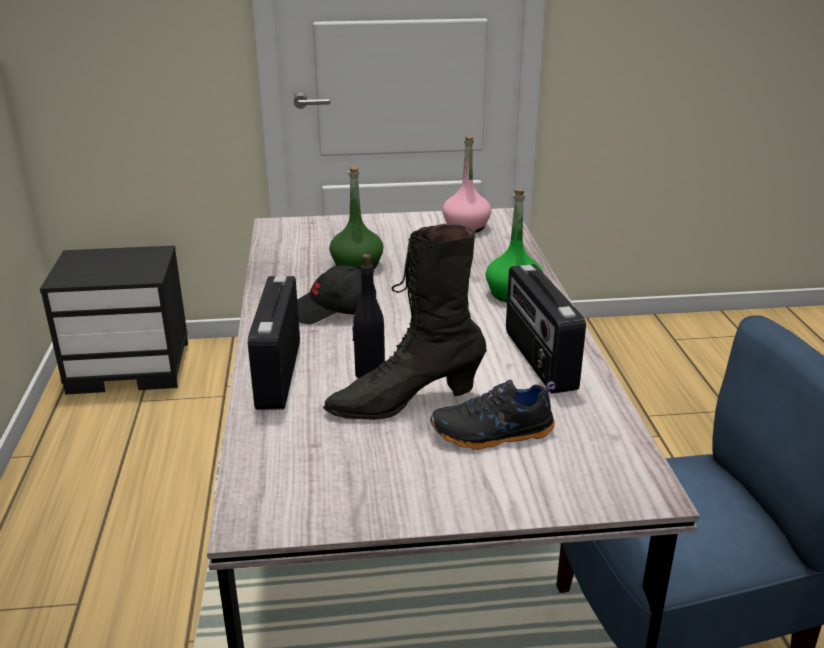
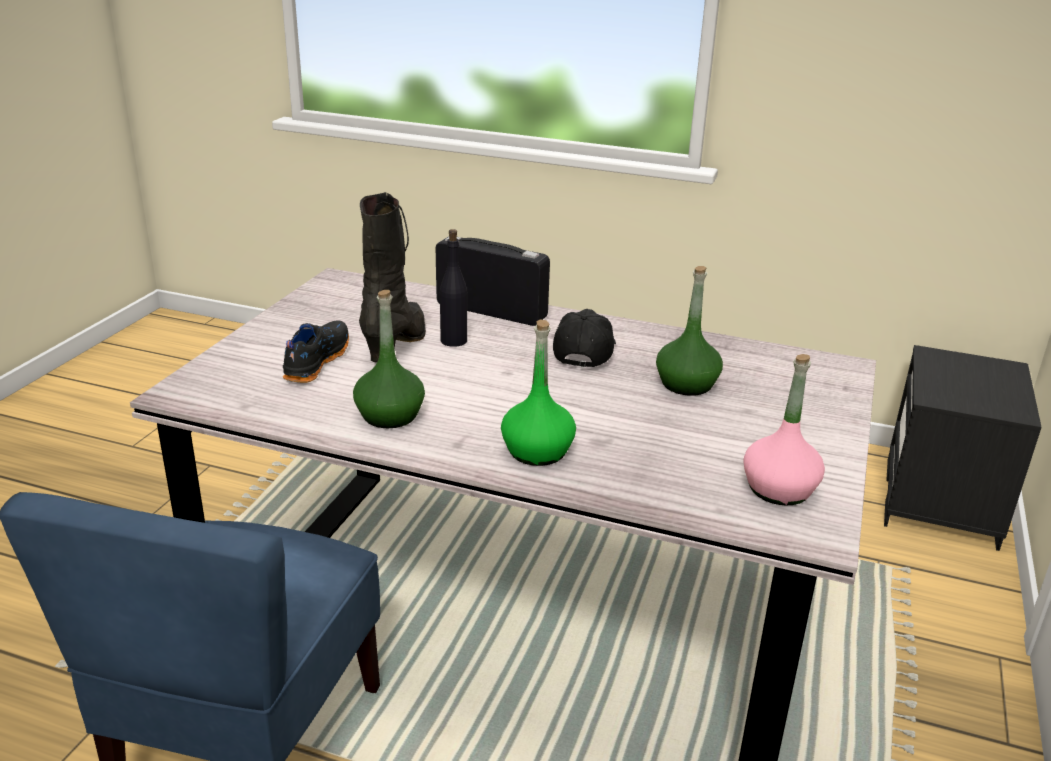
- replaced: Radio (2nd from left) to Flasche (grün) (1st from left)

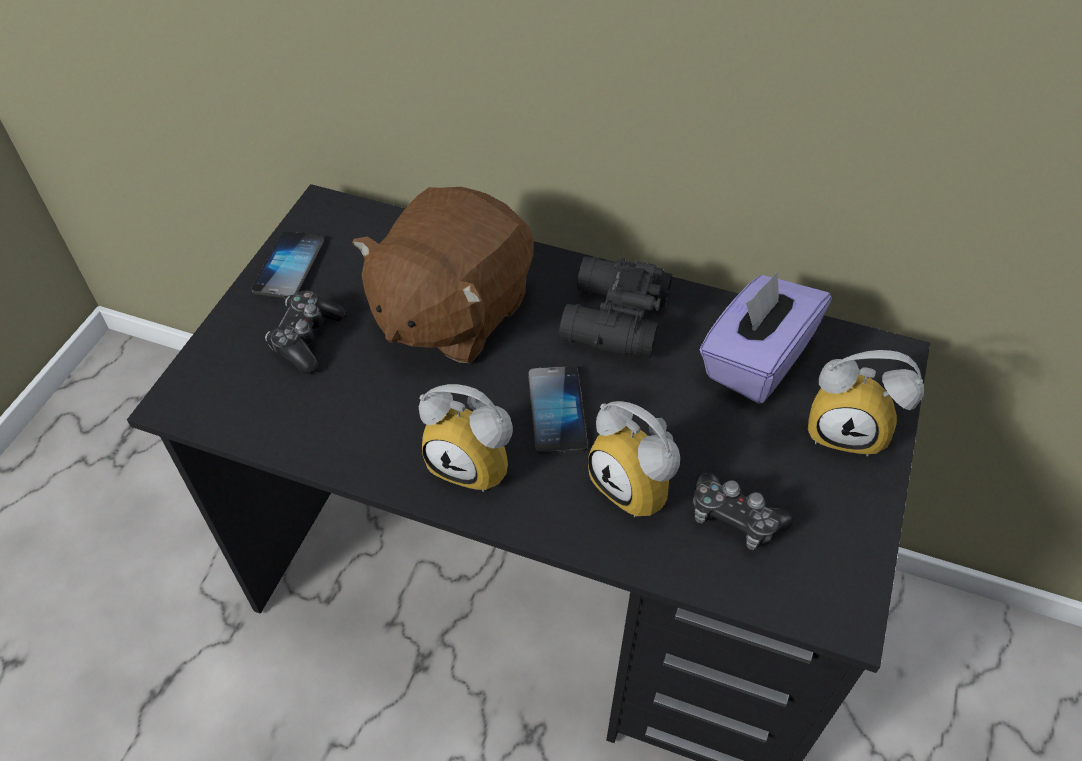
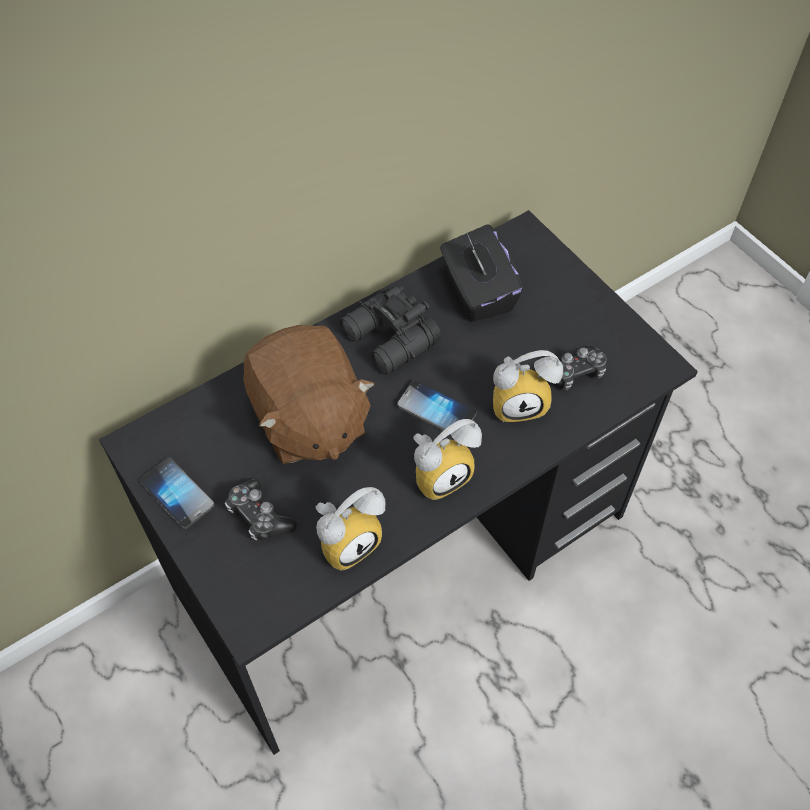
- moved: Wecker (3rd from left in the first image) to Wecker (1st from left)
- recoloured: Taschentuchbox (lila) to Taschentuchbox (schwarz)

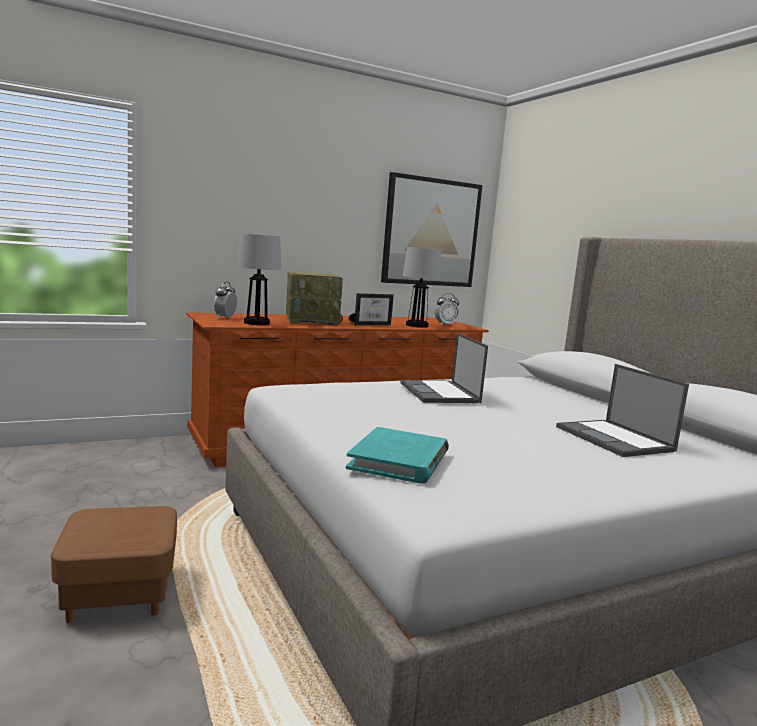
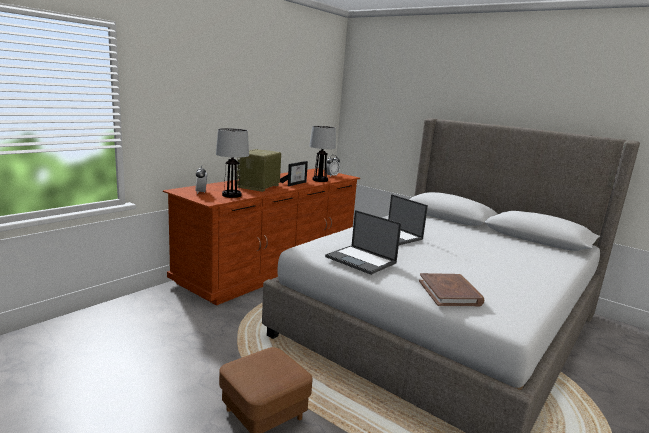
- removed: Bild
- moved: Laptop (2nd from left in the first image) to Laptop (1st from left)
- recoloured: Buch (türkis) to Buch (braun)
- turned: Radio 150 degrees clockwise

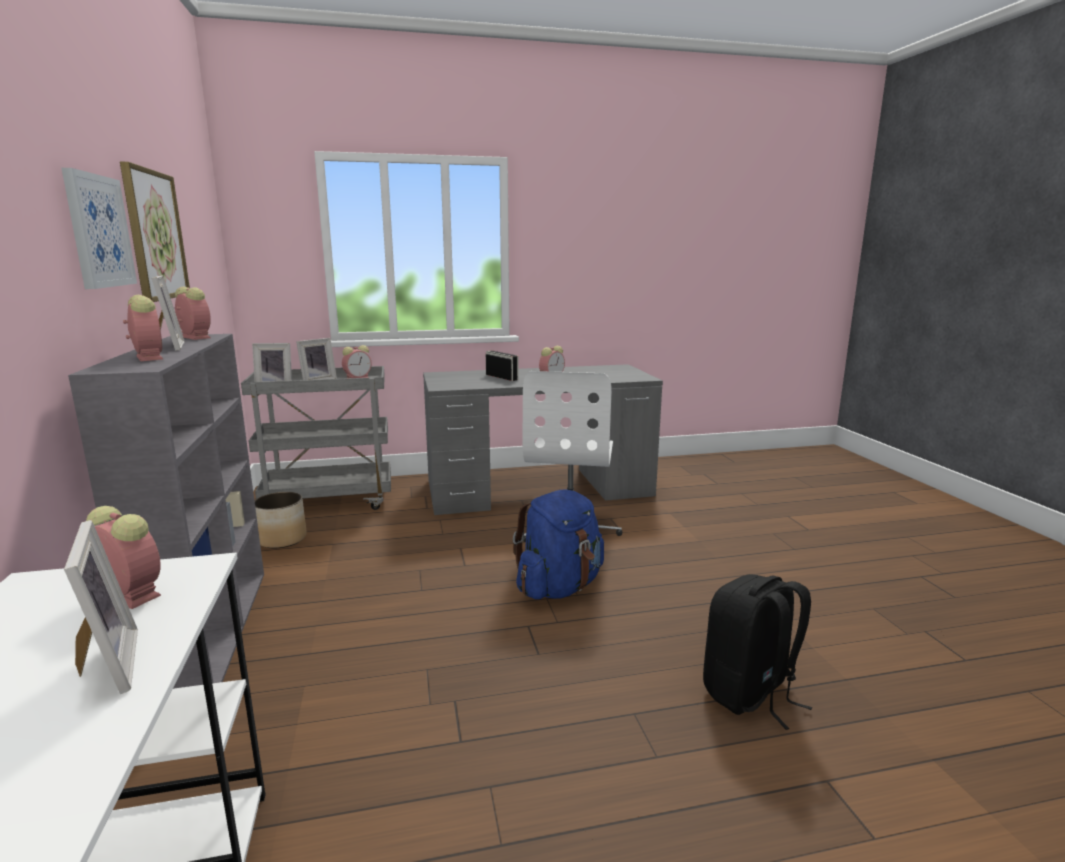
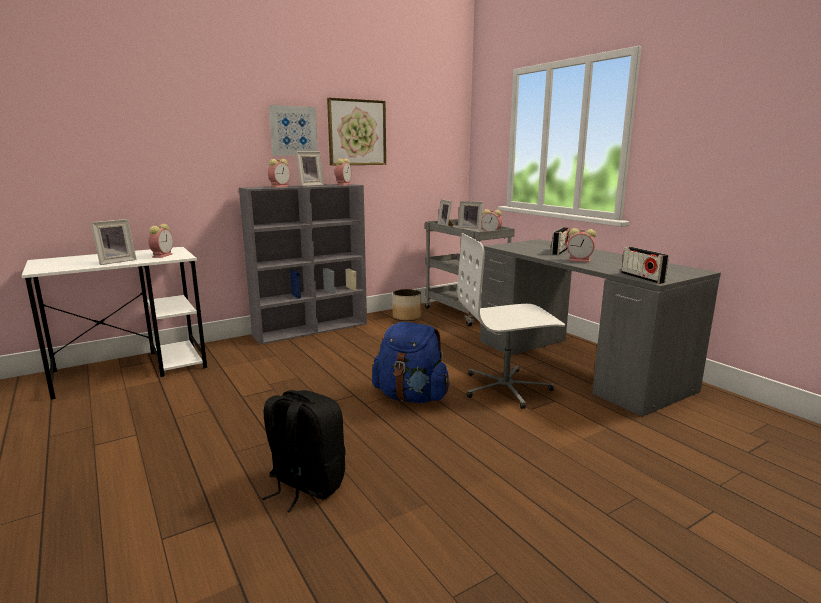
- added: Radio (2nd from left)

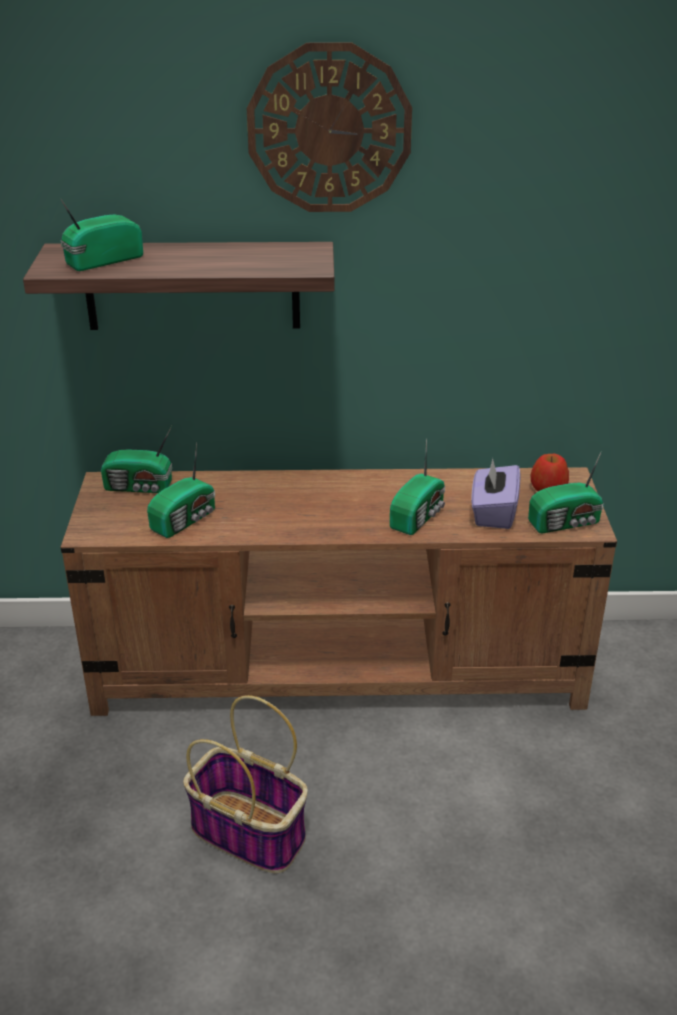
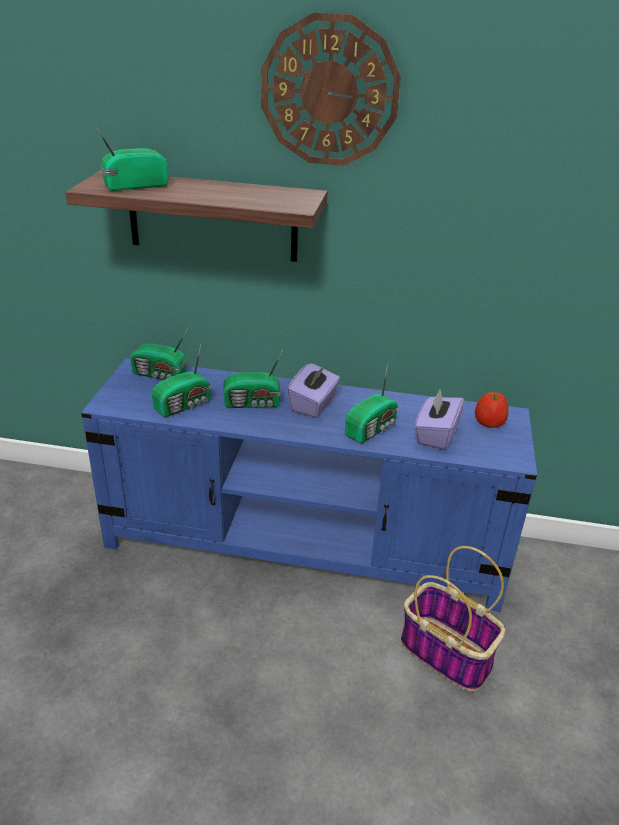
- added: Taschentuchbox (lila) (1st from left)
- moved: Korb
- moved: Radio (5th from left in the first image) to Radio (4th from left)
- recoloured: Fernsehschrank (braun) to Fernsehschrank (blau)

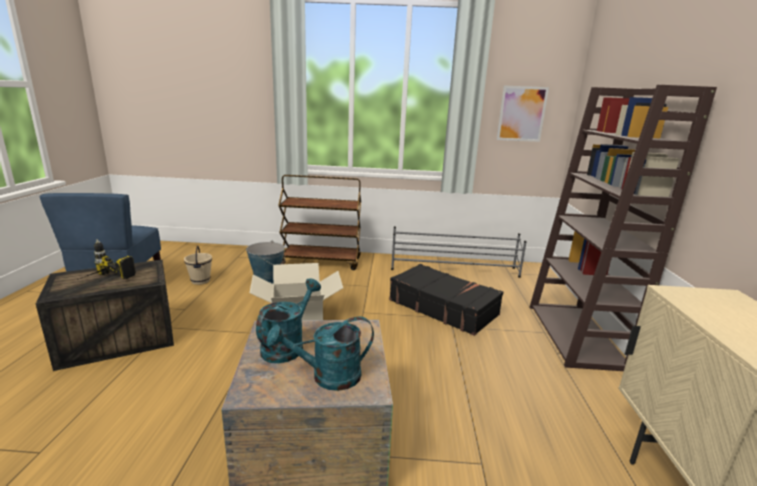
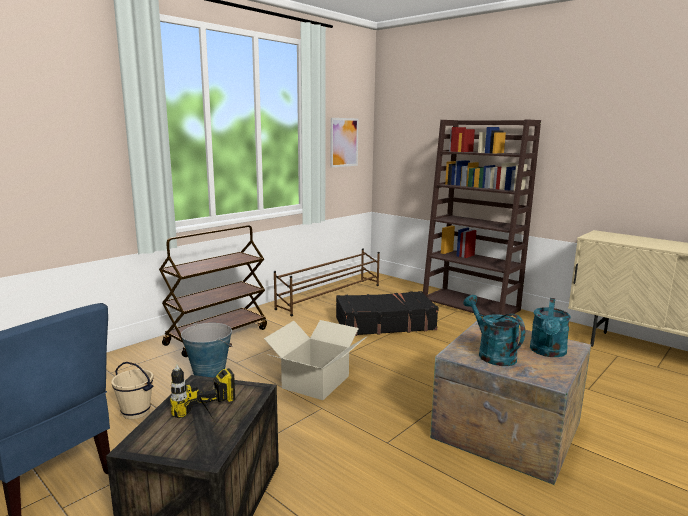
- recoloured: Schuhregal (grau) to Schuhregal (braun)

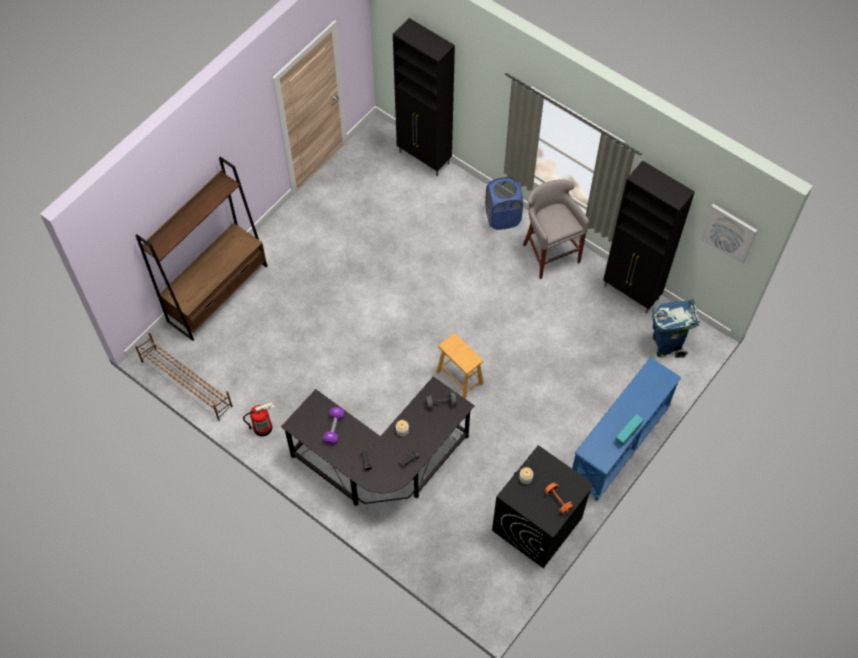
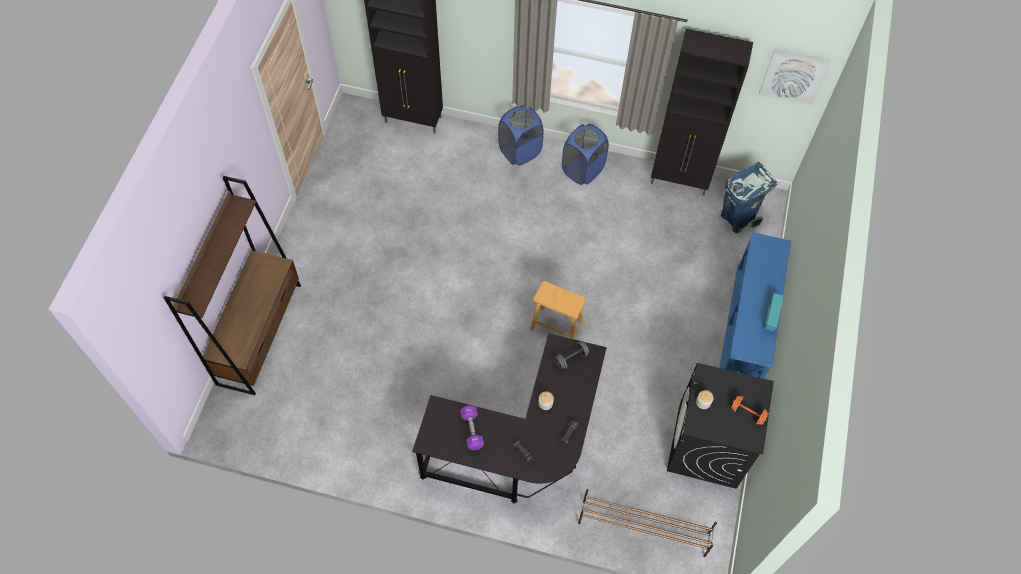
- removed: Feuerlöscher
- moved: Schuhregal (braun)
- replaced: Hocker (grau) to Wäschekorb (blau) (2nd from left)

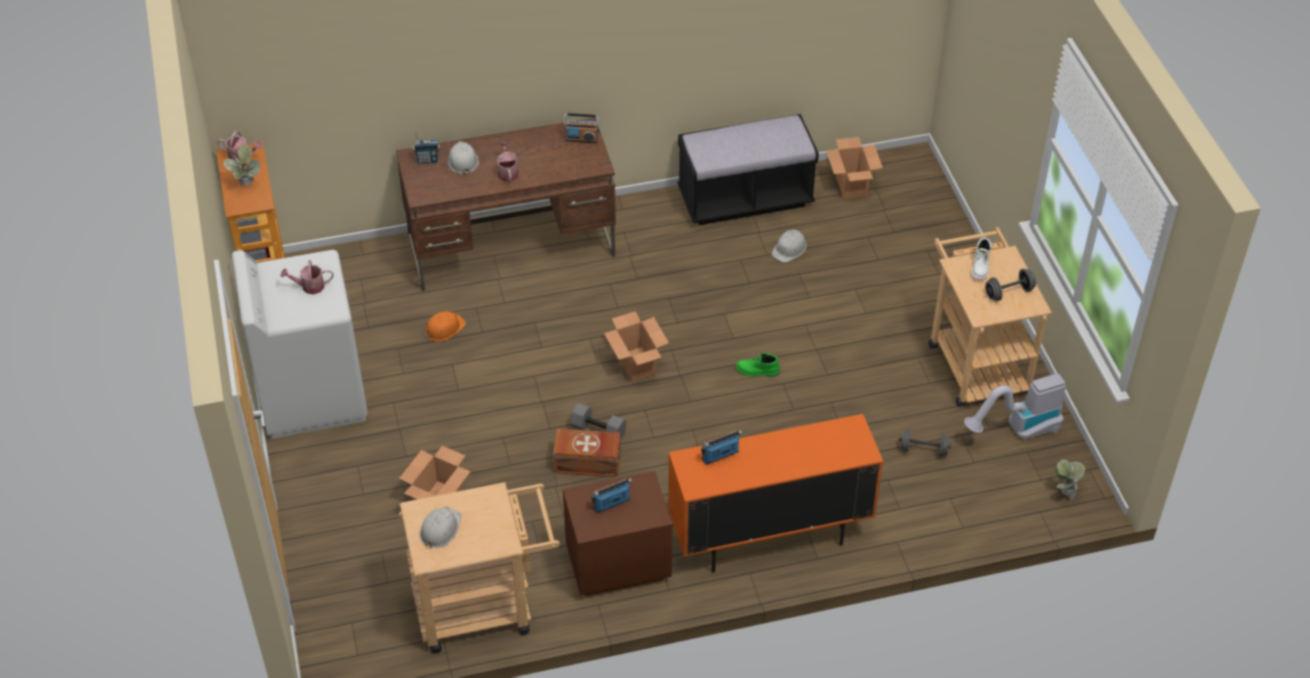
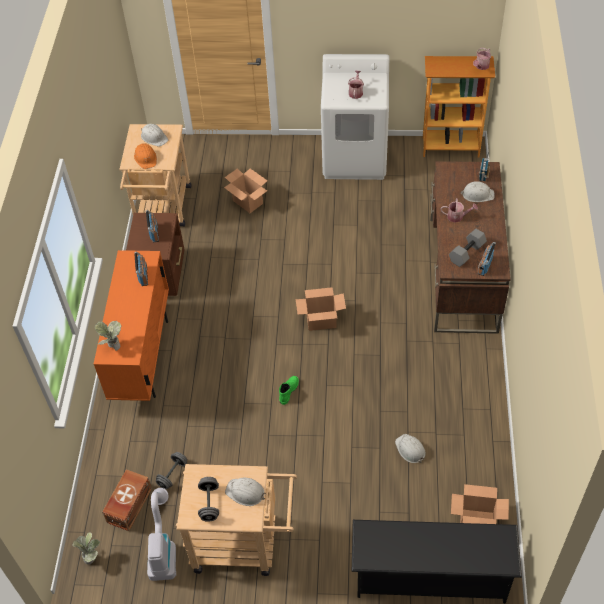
- removed: Bank (schwarz)
- added: Schuhregal (schwarz)
- moved: Topfpflanze (1st from left in the first image) to Topfpflanze (2nd from left)
- moved: Schutzhelm (orange)
- moved: Aufbewahrungsbox (braun)
- moved: Hantel (grau) (1st from left in the first image) to Hantel (grau) (3rd from left)
- replaced: Stiefel (weiß) to Schutzhelm (weiß) (2nd from left)

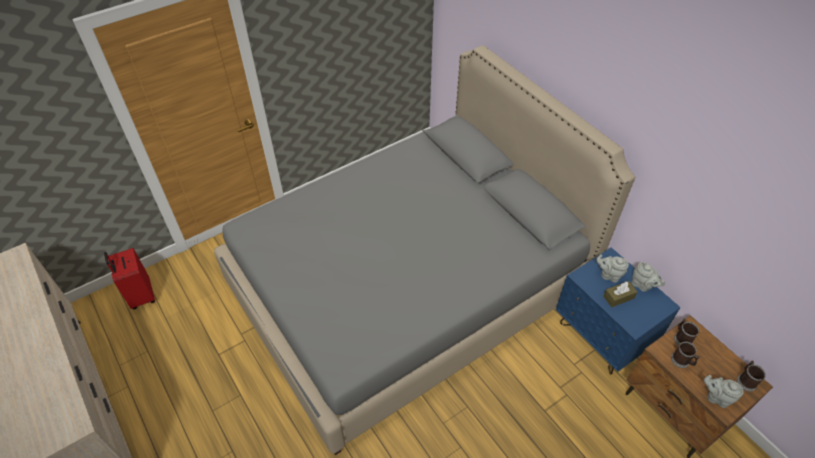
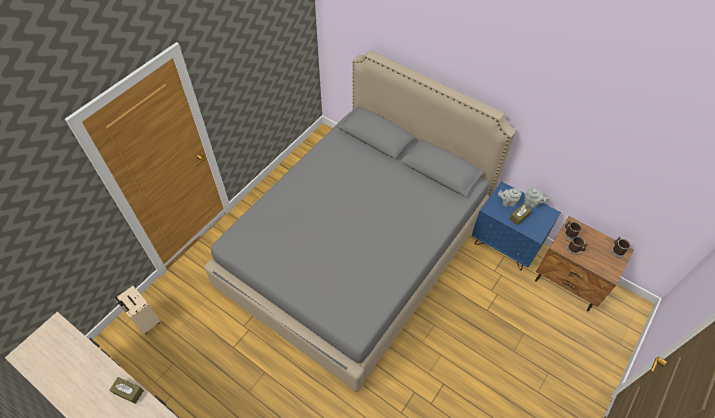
- removed: Teekanne (grau) (3rd from left)
- added: Taschentuchbox (braun) (1st from left)
- recoloured: Koffer (rot) to Koffer (beige)

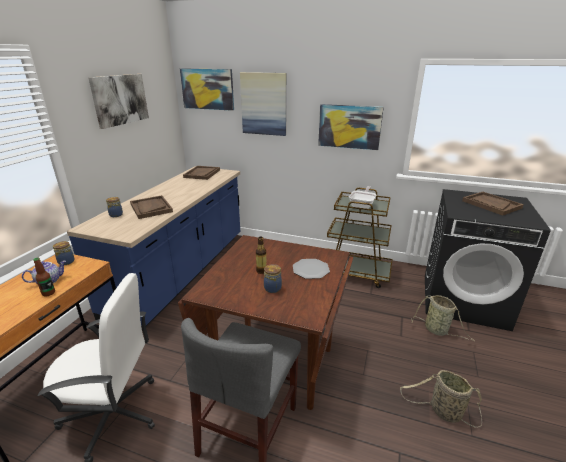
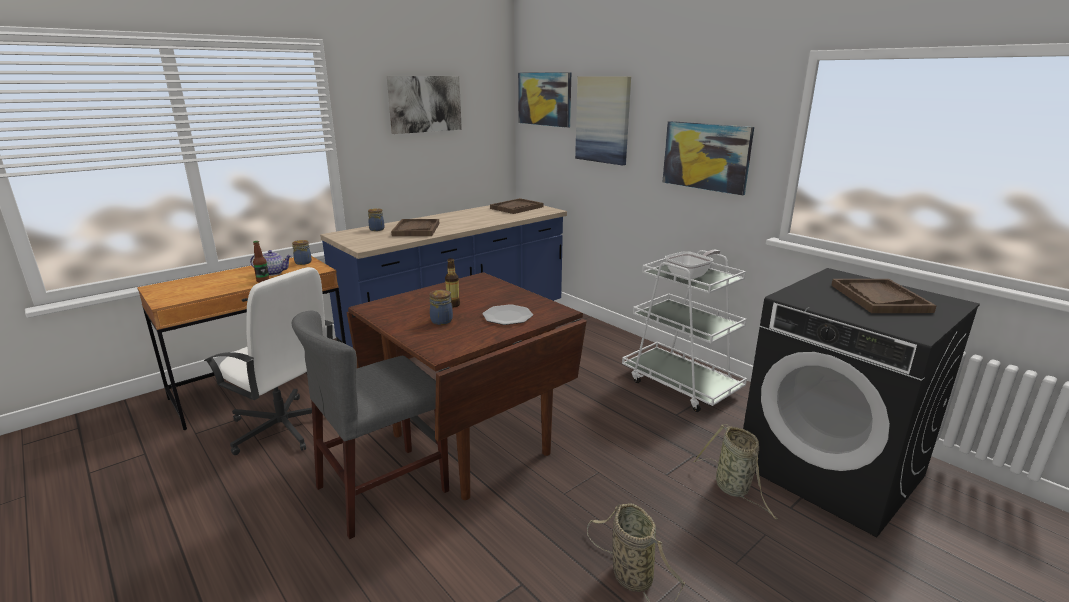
- recoloured: Rollwagen (braun) to Rollwagen (weiß)

